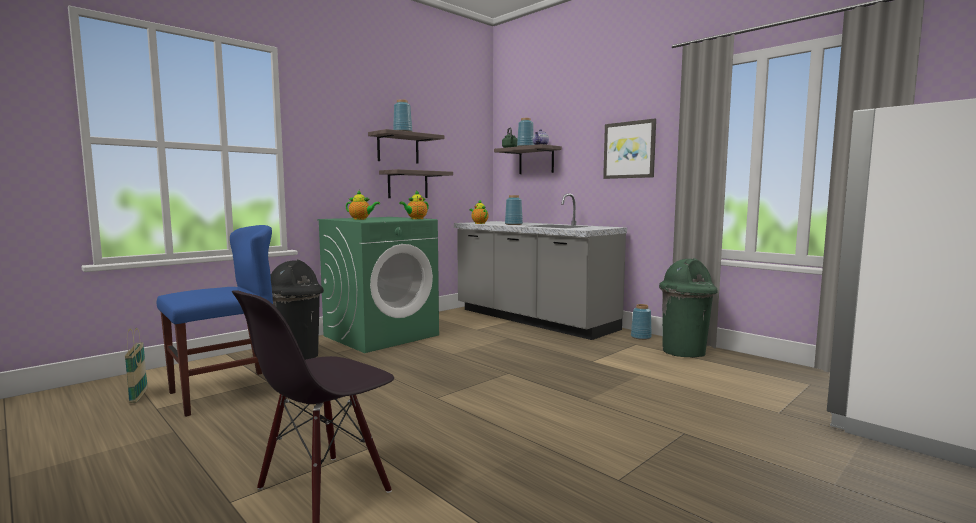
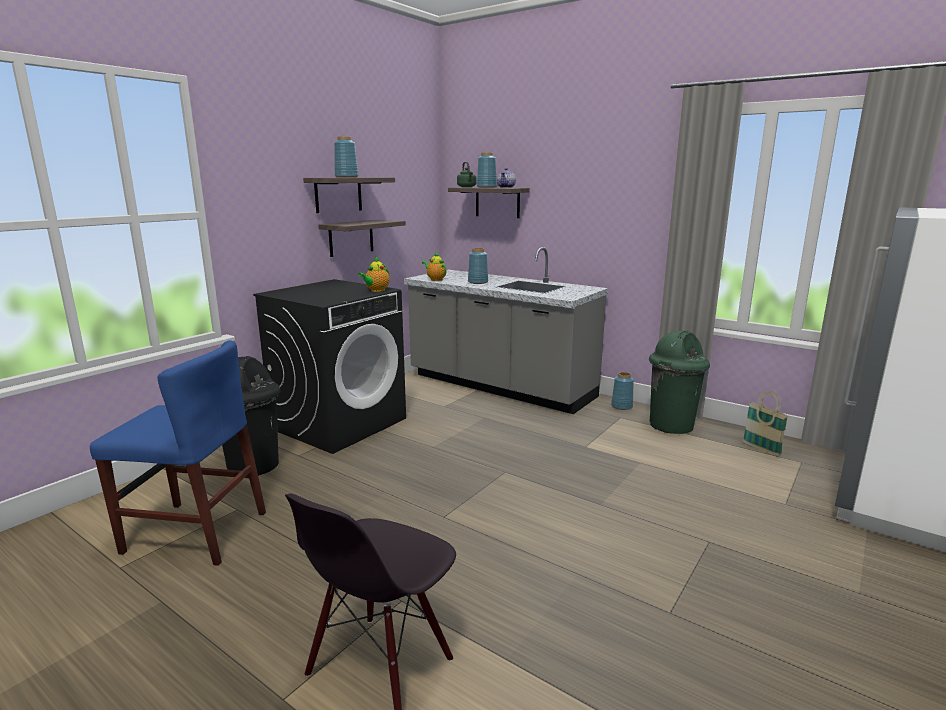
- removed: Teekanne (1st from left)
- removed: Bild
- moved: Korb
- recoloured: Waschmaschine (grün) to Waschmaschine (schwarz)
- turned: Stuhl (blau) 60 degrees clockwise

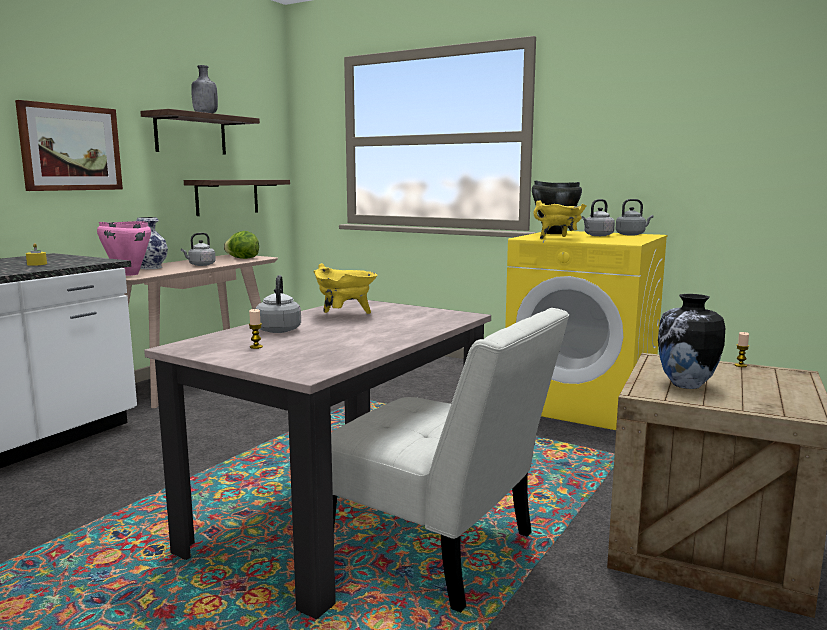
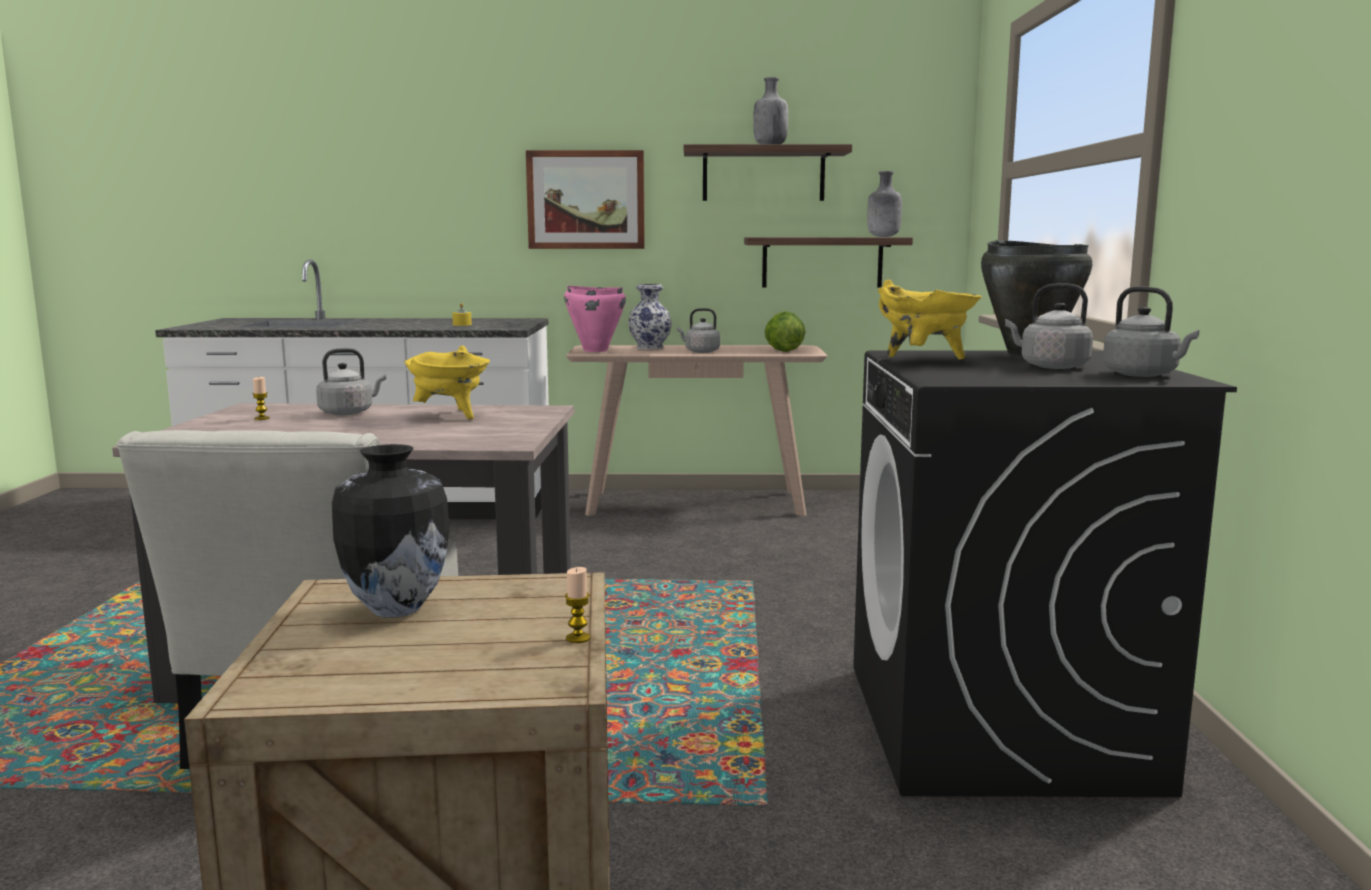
- added: Flasche (grau) (2nd from left)
- recoloured: Waschmaschine (gelb) to Waschmaschine (schwarz)

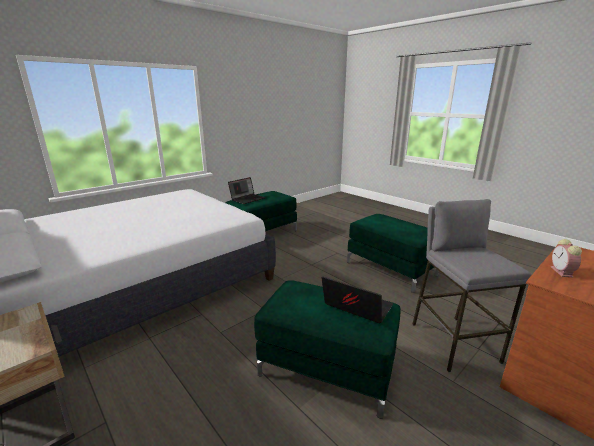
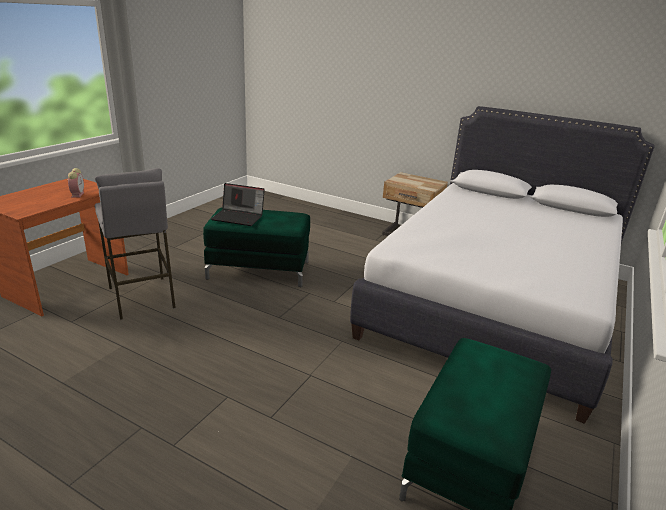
- removed: Laptop (1st from left)
- removed: Polsterhocker (grün) (3rd from left)

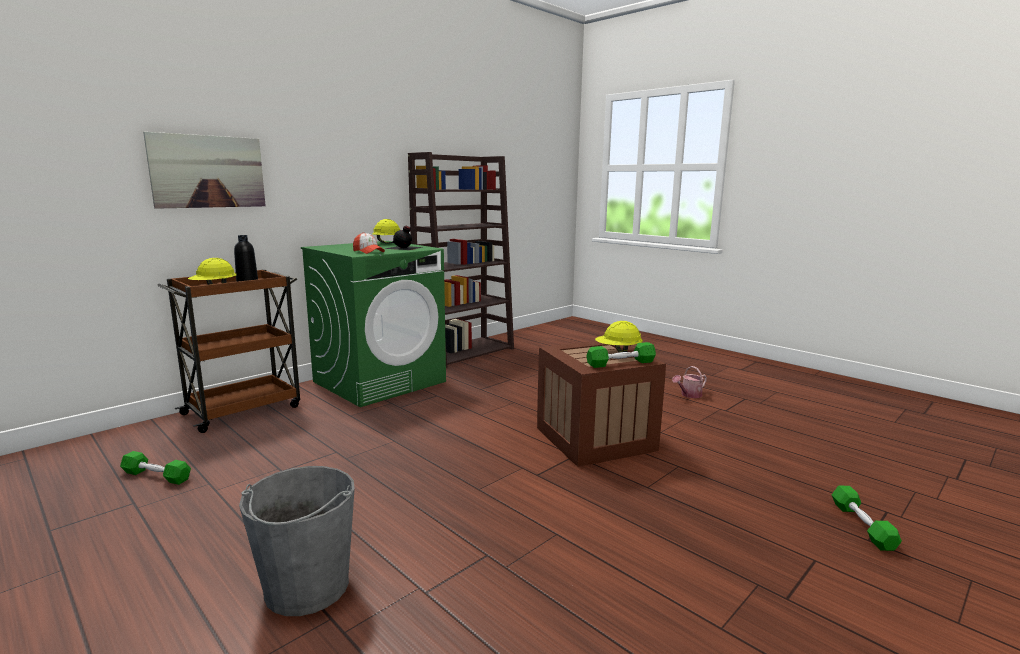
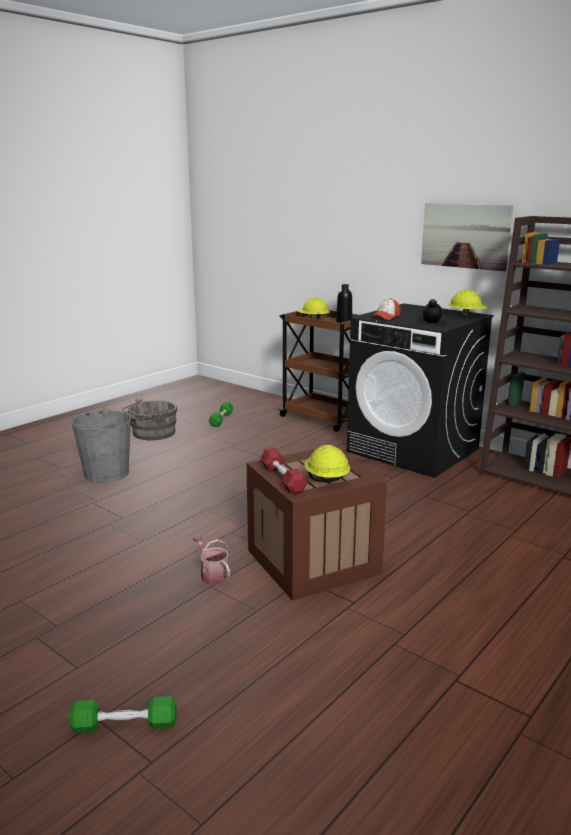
- added: Eimer (grau) (2nd from left)
- moved: Bild
- moved: Gießkanne
- recoloured: Waschmaschine (grün) to Waschmaschine (schwarz)
- recoloured: Hantel (grün) (2nd from left) to Hantel (rot)

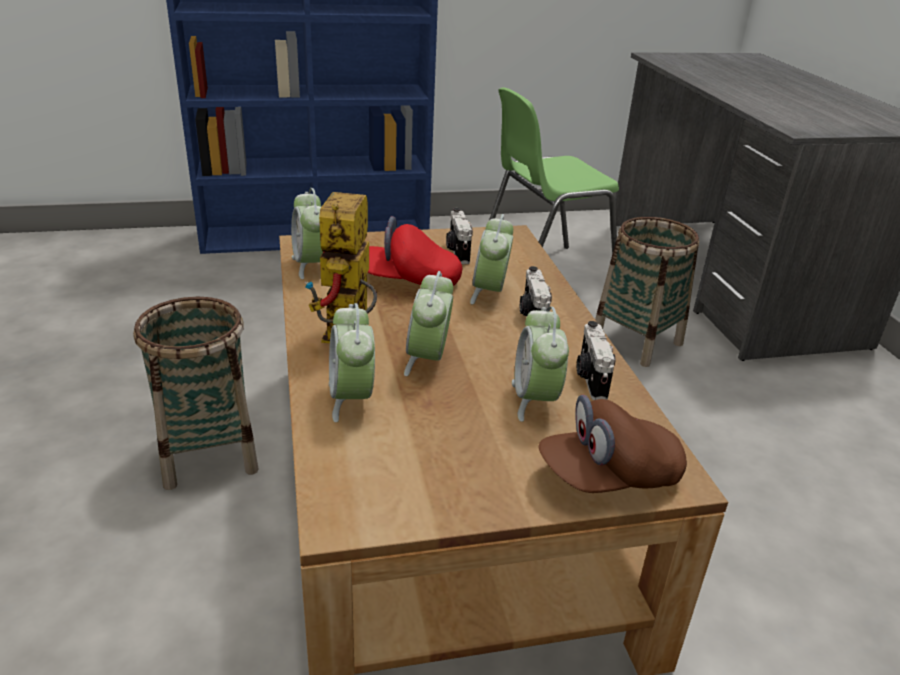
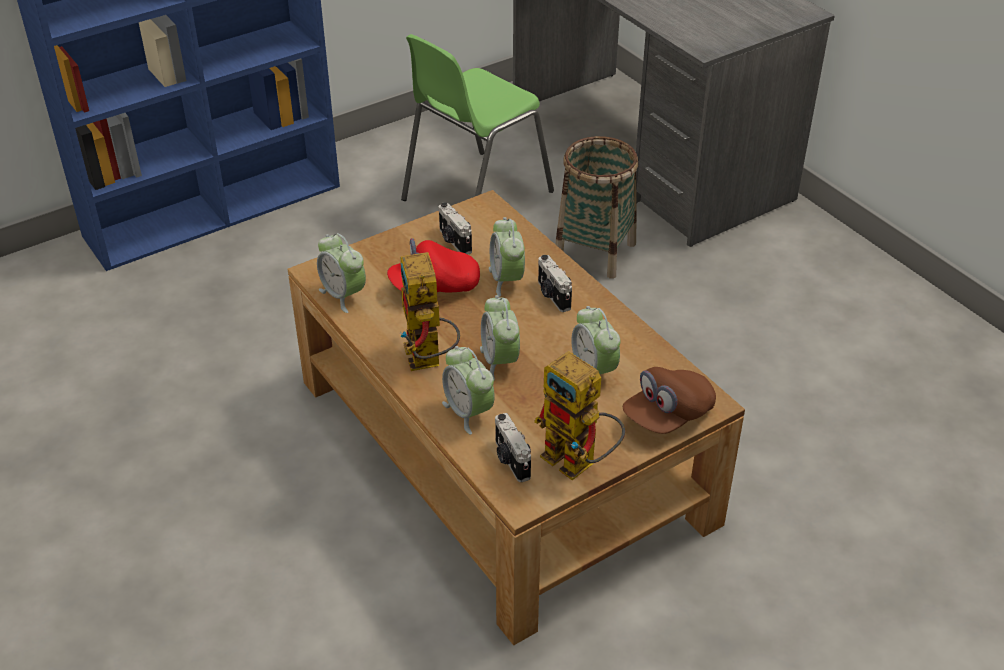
- removed: Korb (1st from left)
- added: Spielzeugroboter (2nd from left)
- moved: Kamera (3rd from left in the first image) to Kamera (2nd from left)

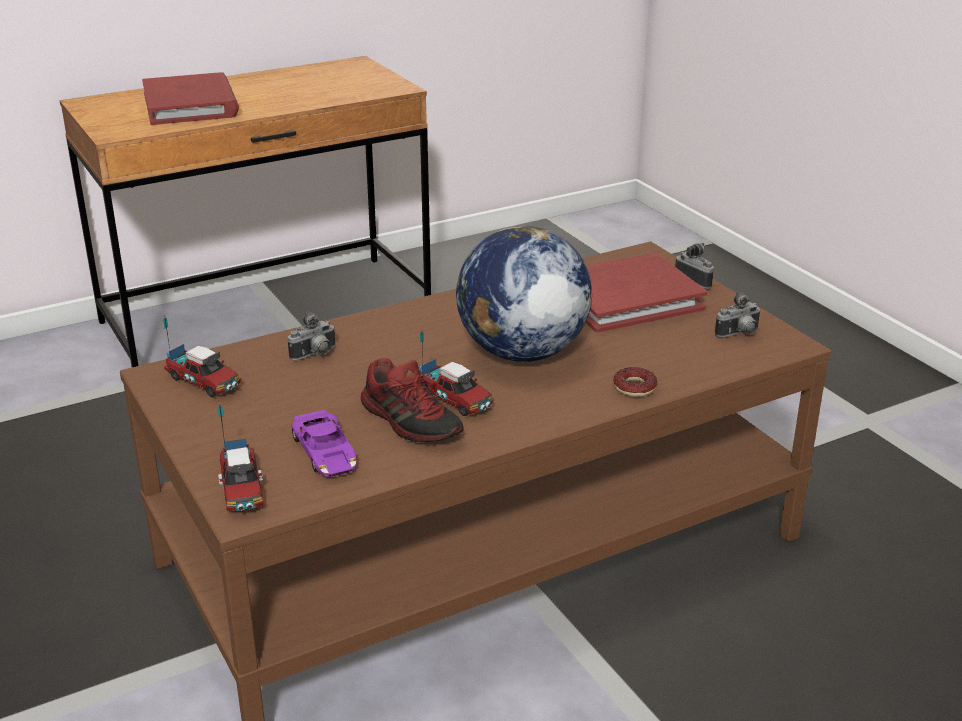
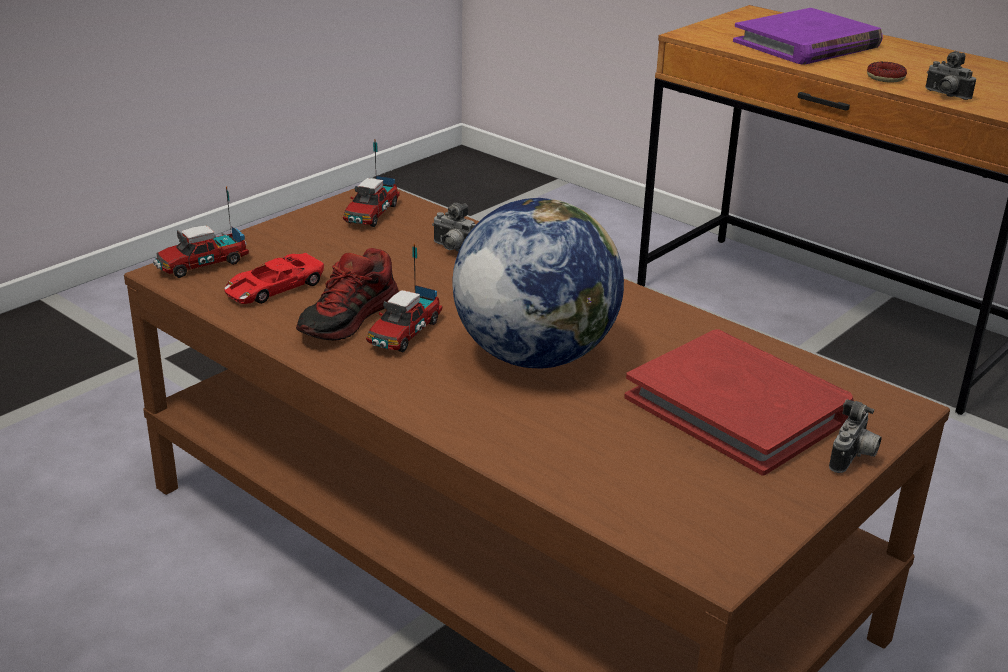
- moved: Donut
- moved: Kamera (3rd from left)
- recoloured: Buch (rot) (1st from left) to Buch (lila)
- recoloured: Spielzeugauto (lila) to Spielzeugauto (rot)

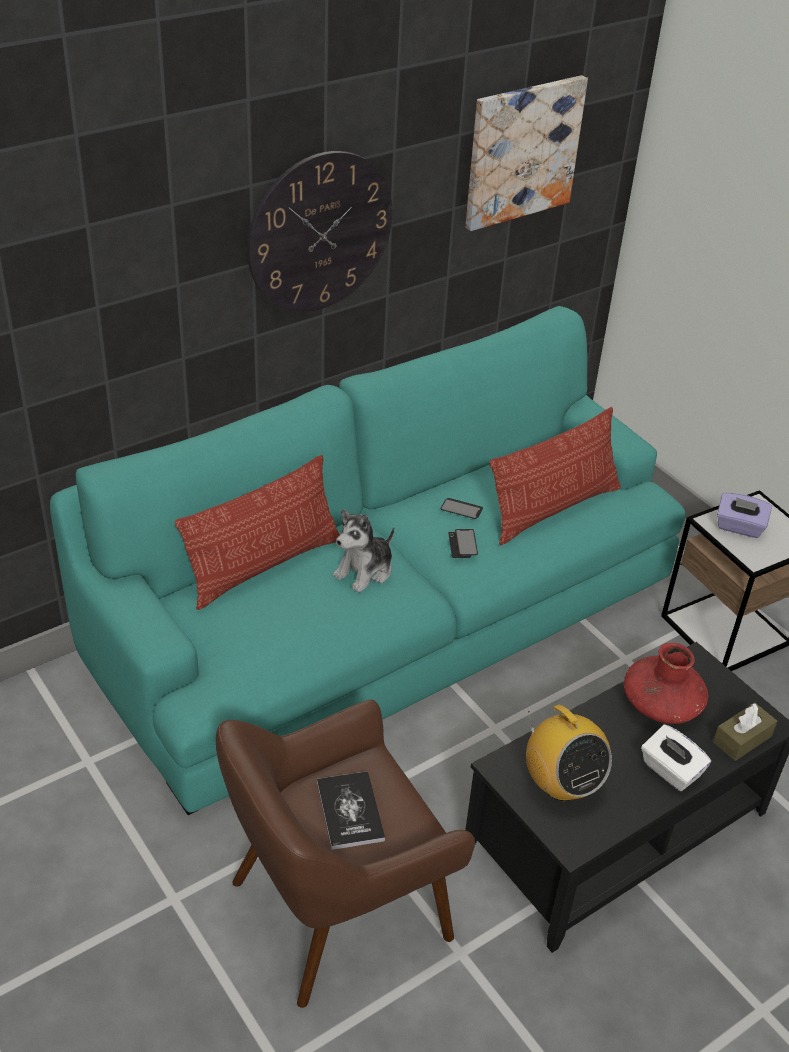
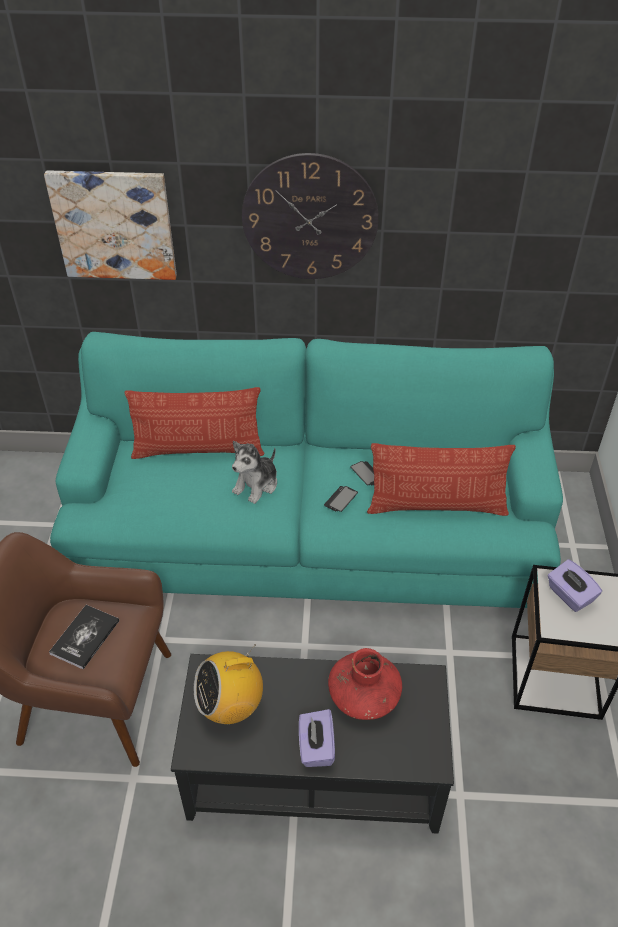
- removed: Taschentuchbox (braun)
- moved: Bild
- recoloured: Taschentuchbox (weiß) to Taschentuchbox (lila) (1st from left)
- turned: Plüschtier 45 degrees counterclockwise
- turned: Radio 60 degrees clockwise

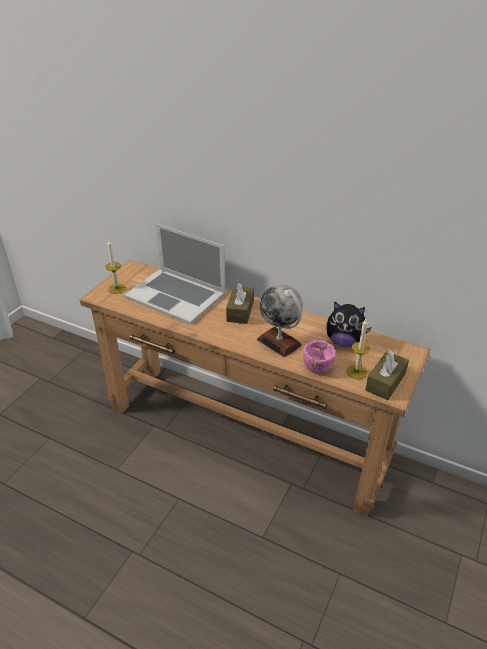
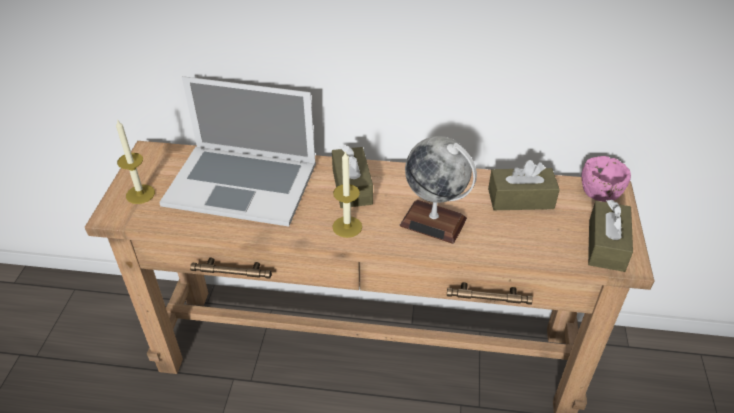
- moved: Schüssel (rosa)
- moved: Kerze (2nd from left)
- replaced: Plüschtier to Taschentuchbox (braun) (2nd from left)

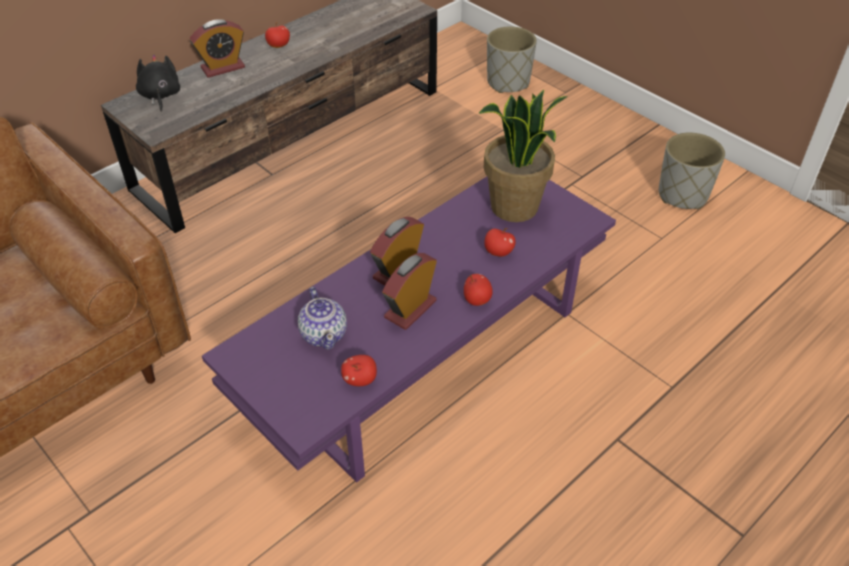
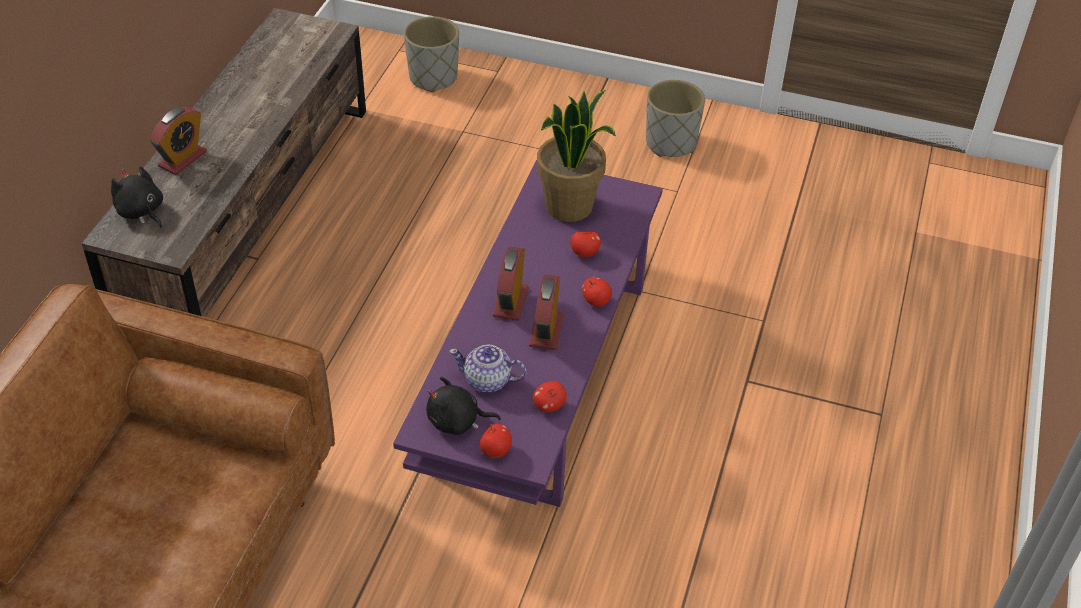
- added: Plüschtier (schwarz) (2nd from left)
- moved: Apfel (1st from left)
- turned: Teekanne 150 degrees clockwise

